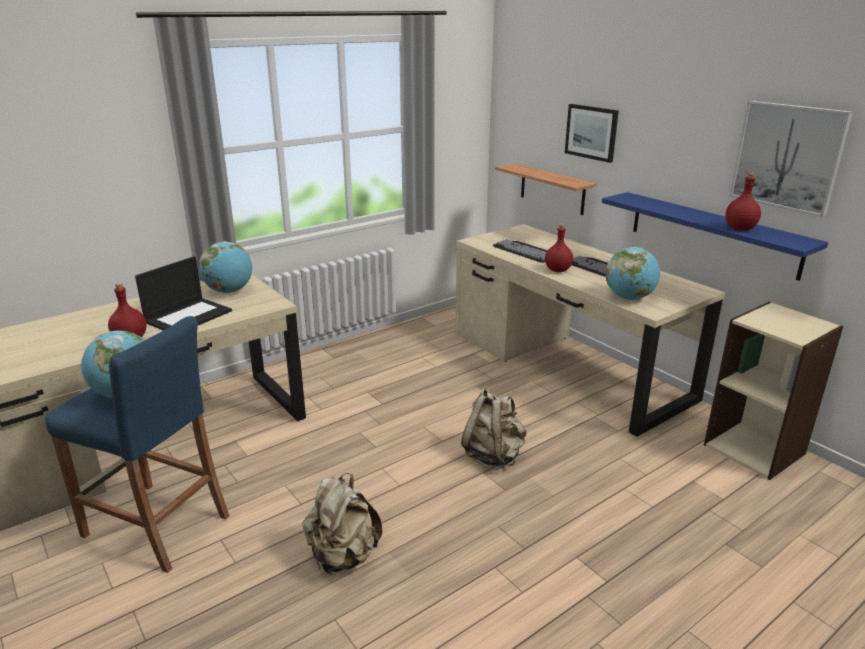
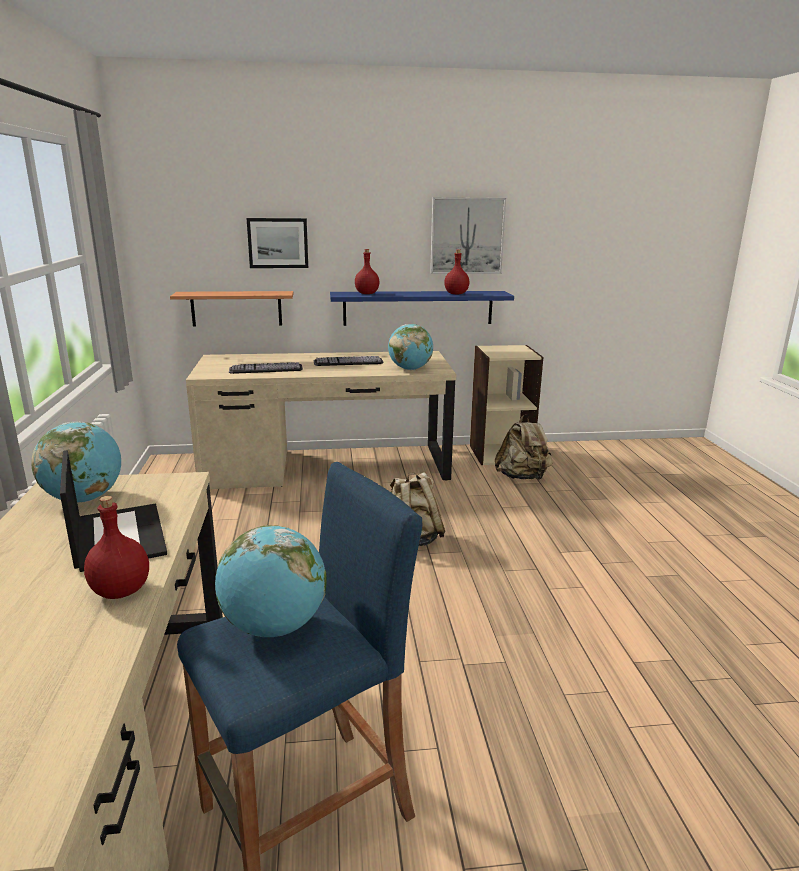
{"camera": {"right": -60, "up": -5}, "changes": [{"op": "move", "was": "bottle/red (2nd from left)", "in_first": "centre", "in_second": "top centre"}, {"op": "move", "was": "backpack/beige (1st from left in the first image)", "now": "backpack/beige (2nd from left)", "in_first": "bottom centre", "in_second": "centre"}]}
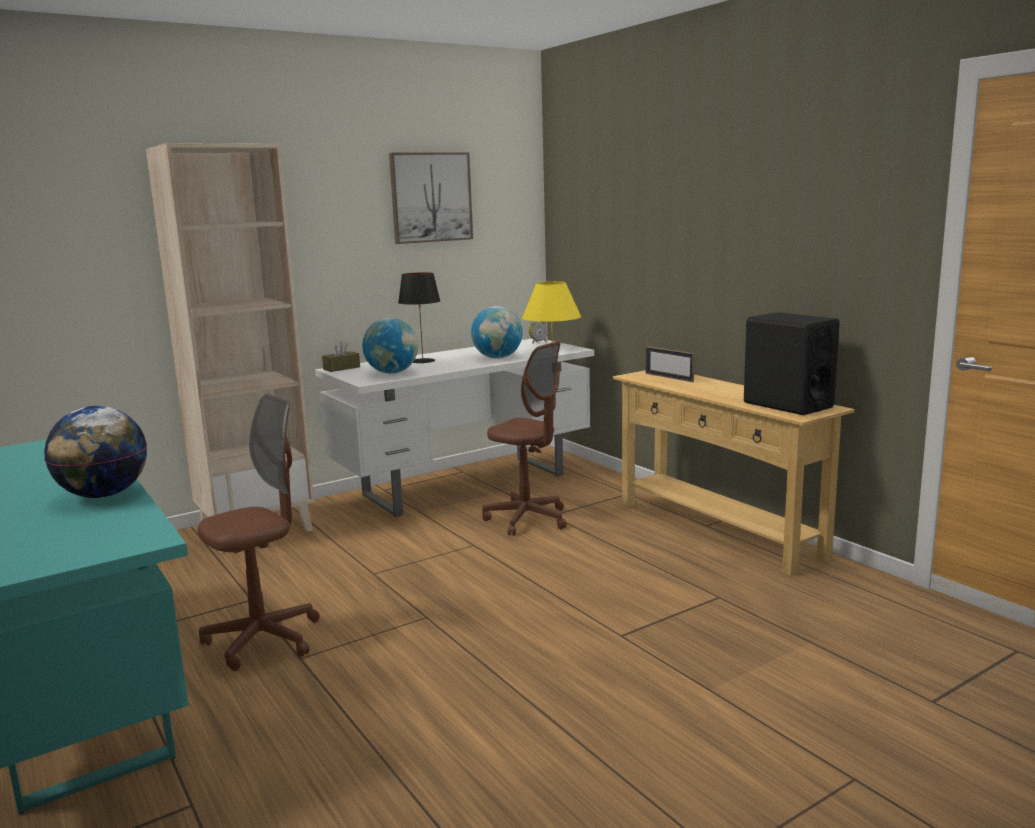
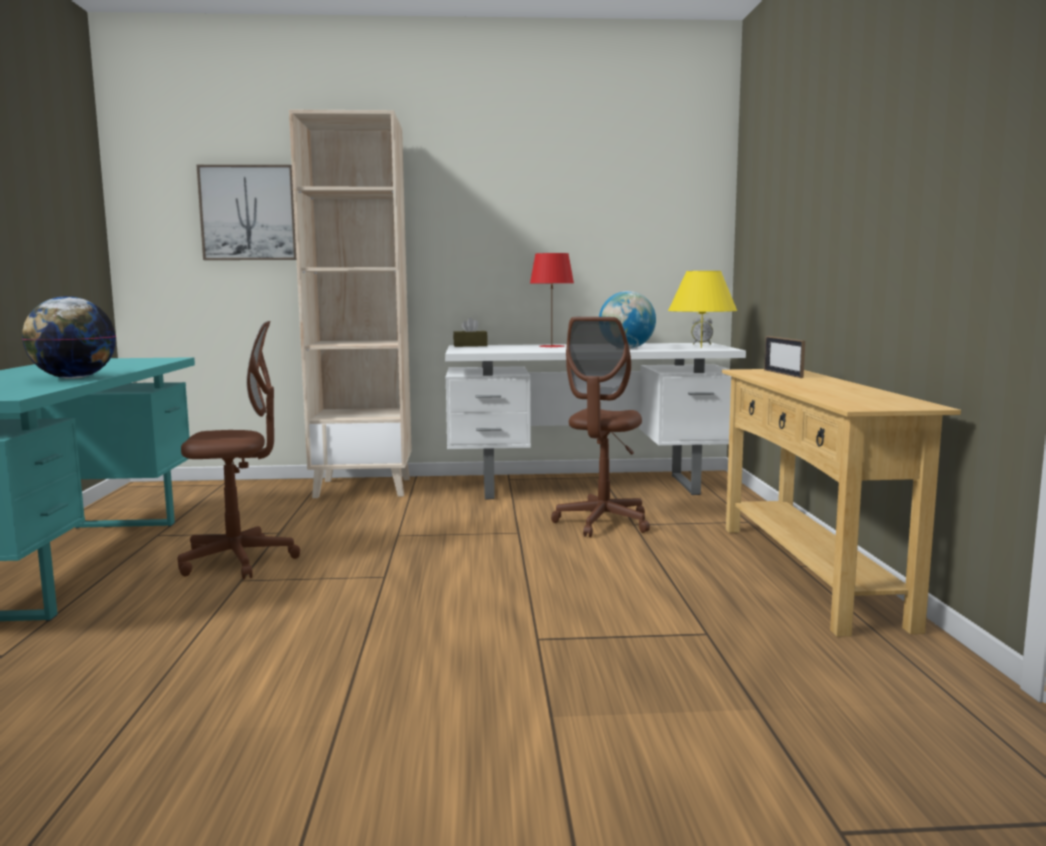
{"camera": {"right": 30, "up": -5}, "changes": [{"op": "move", "was": "picture", "in_first": "top centre", "in_second": "top left"}, {"op": "recolor", "was": "table lamp/black", "now": "table lamp/red", "in_first": "centre", "in_second": "centre"}, {"op": "rotate", "was": "office chair/brown (2nd from left)", "in_first": "centre", "in_second": "centre", "clockwise": 45}, {"op": "delete", "was": "globe (2nd from left)", "in_first": "centre"}, {"op": "delete", "was": "speaker/black", "in_first": "middle right"}]}
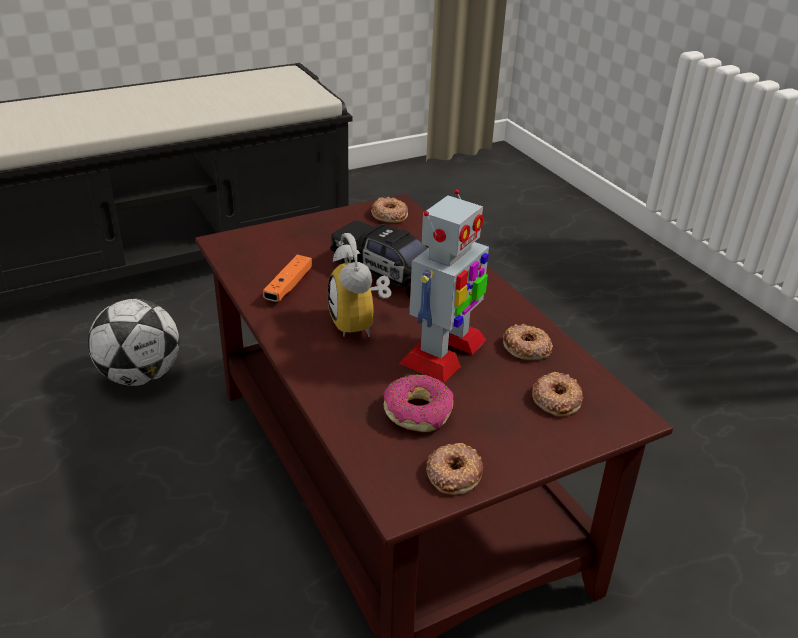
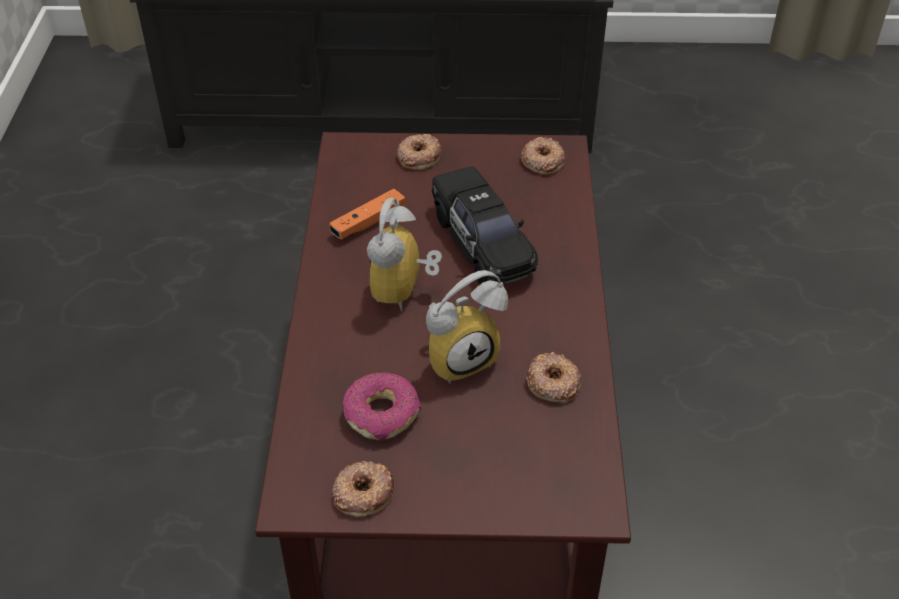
{"camera": {"right": 30, "up": 10}, "changes": [{"op": "move", "was": "donut (5th from left in the first image)", "now": "donut (3rd from left)", "in_first": "middle right", "in_second": "top centre"}, {"op": "replace", "was": "toy robot", "now": "alarm clock (2nd from left)", "in_first": "centre", "in_second": "centre"}, {"op": "delete", "was": "football", "in_first": "middle left"}]}
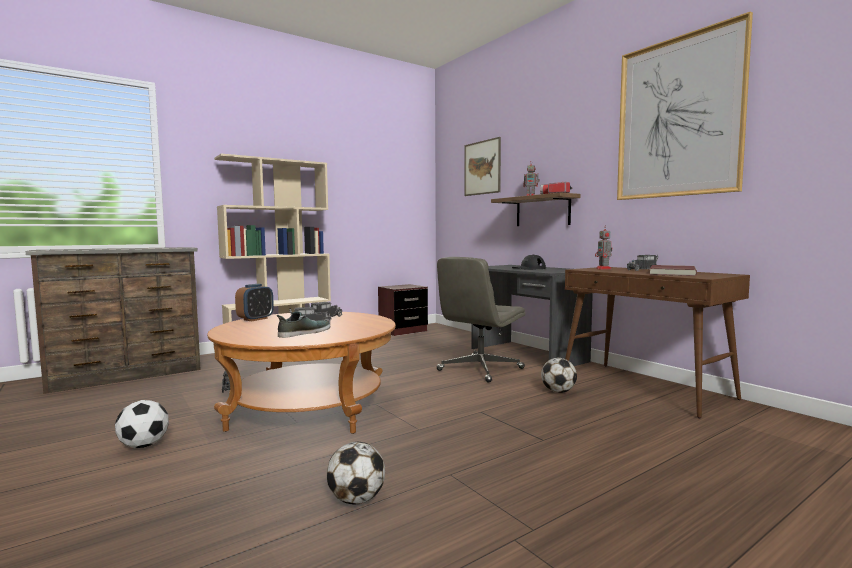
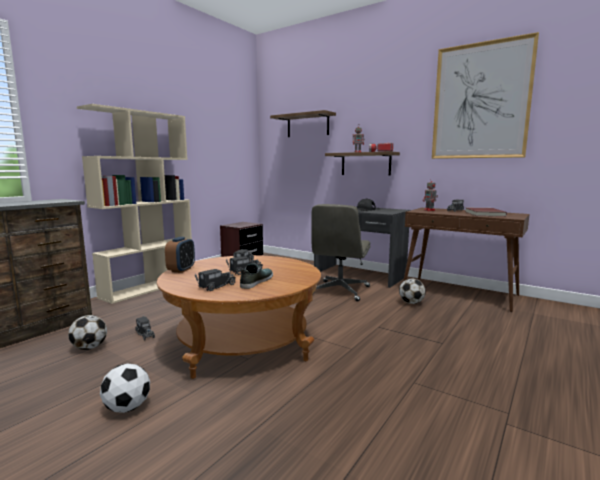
{"camera": {"right": -20, "up": 5}, "changes": [{"op": "move", "was": "football (2nd from left in the first image)", "now": "football (1st from left)", "in_first": "bottom centre", "in_second": "bottom left"}, {"op": "insert", "now": "toy truck (2nd from left)", "in_second": "centre"}, {"op": "replace", "was": "picture (1st from left)", "now": "shelf (1st from left)", "in_first": "top centre", "in_second": "top centre"}]}
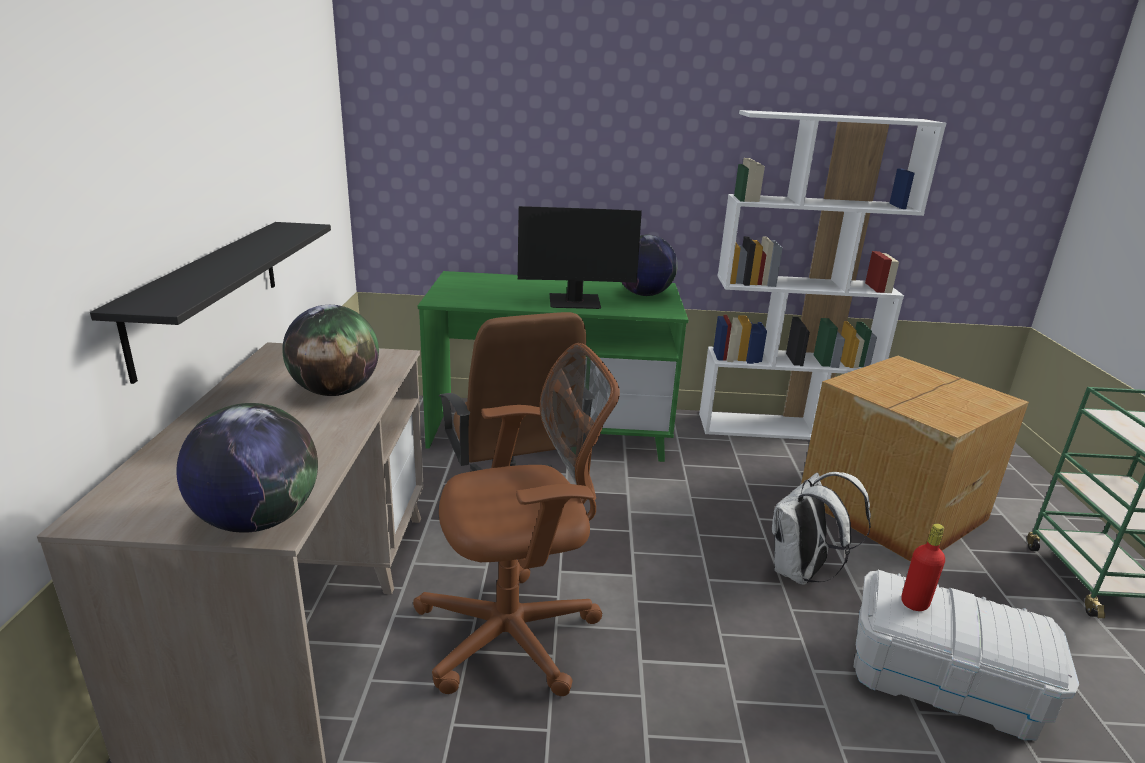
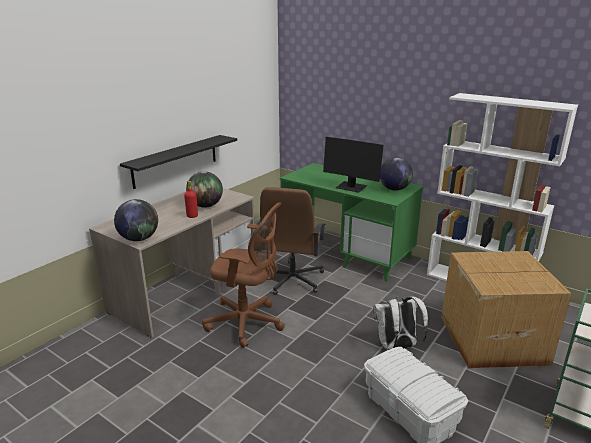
{"camera": {"right": 35, "up": 0}, "changes": [{"op": "move", "was": "bottle/red", "in_first": "bottom right", "in_second": "middle left"}]}
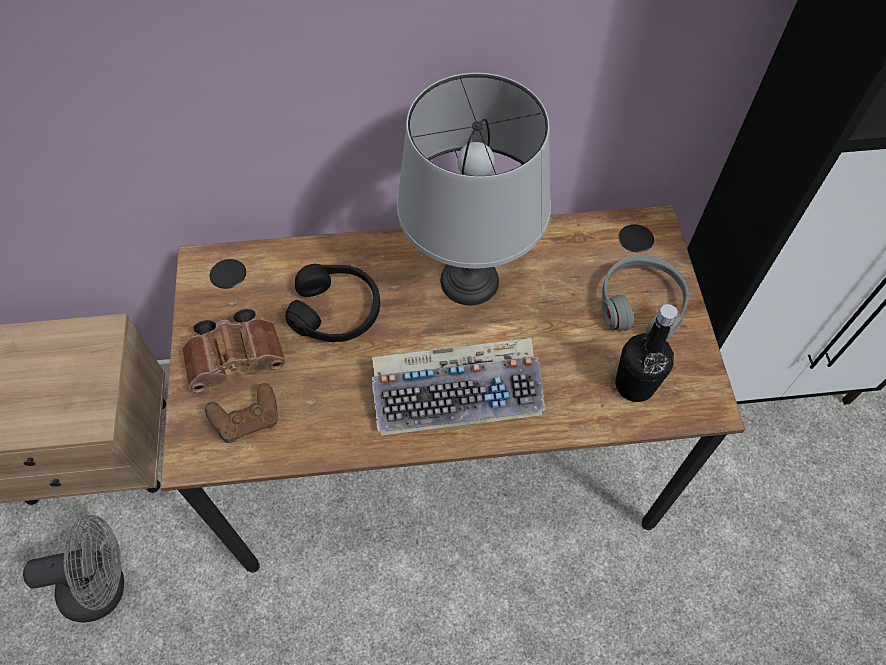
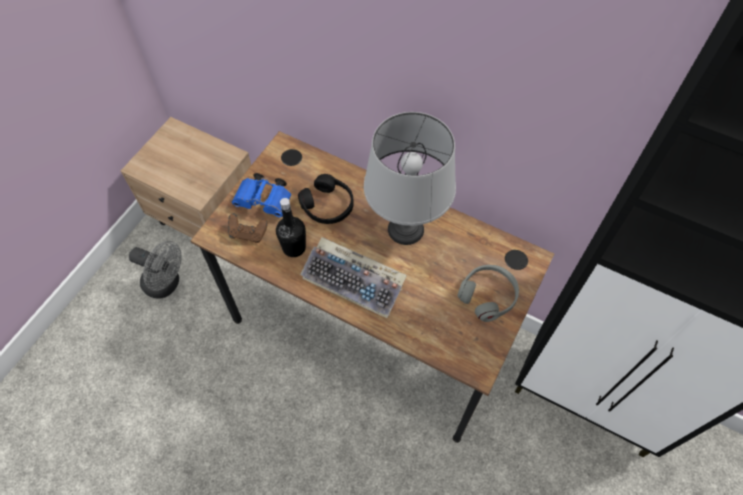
{"camera": {"right": 35, "up": 0}, "changes": [{"op": "recolor", "was": "binoculars/brown", "now": "binoculars/blue", "in_first": "middle left", "in_second": "centre"}, {"op": "move", "was": "bottle/black", "in_first": "middle right", "in_second": "centre"}]}
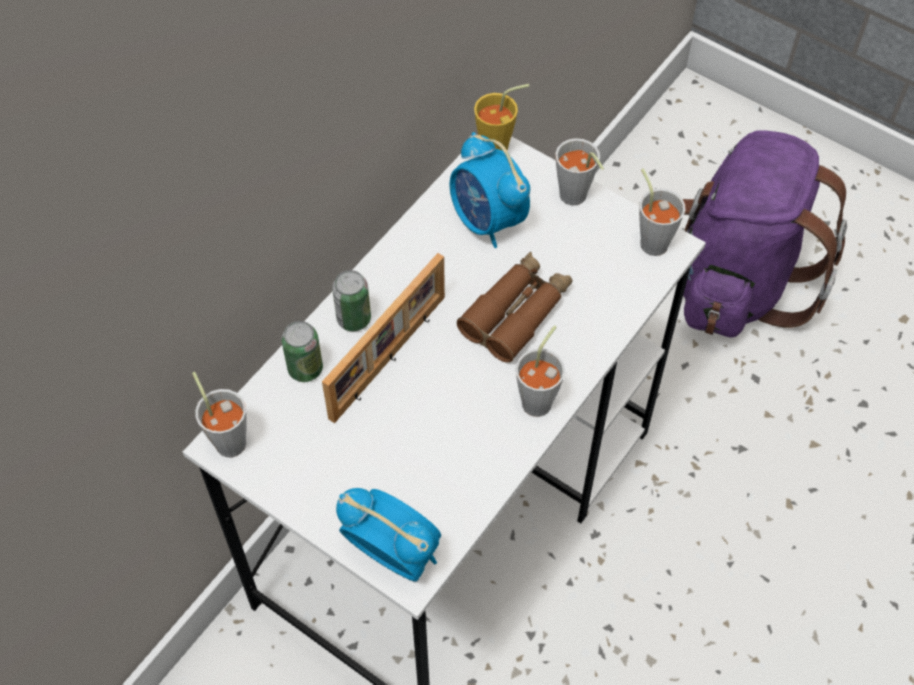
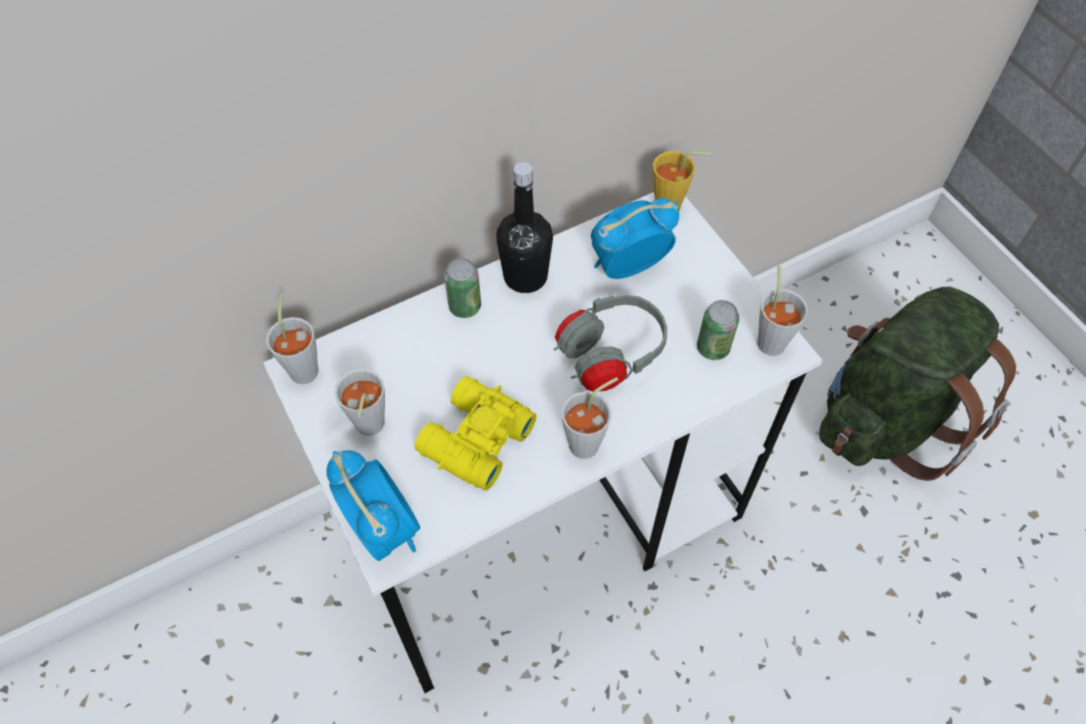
{"camera": {"right": 25, "up": 0}, "changes": [{"op": "move", "was": "cup/grey (3rd from left in the first image)", "now": "cup/grey (2nd from left)", "in_first": "top centre", "in_second": "middle left"}, {"op": "insert", "now": "binoculars/yellow", "in_second": "centre"}, {"op": "insert", "now": "bottle/black", "in_second": "top centre"}, {"op": "replace", "was": "binoculars/brown", "now": "headphones/grey", "in_first": "centre", "in_second": "centre"}, {"op": "rotate", "was": "alarm clock (2nd from left)", "in_first": "top centre", "in_second": "top centre", "clockwise": 75}, {"op": "move", "was": "can (1st from left in the first image)", "now": "can (2nd from left)", "in_first": "middle left", "in_second": "centre"}, {"op": "recolor", "was": "backpack/purple", "now": "backpack/green", "in_first": "middle right", "in_second": "middle right"}, {"op": "delete", "was": "picture frame", "in_first": "centre"}]}
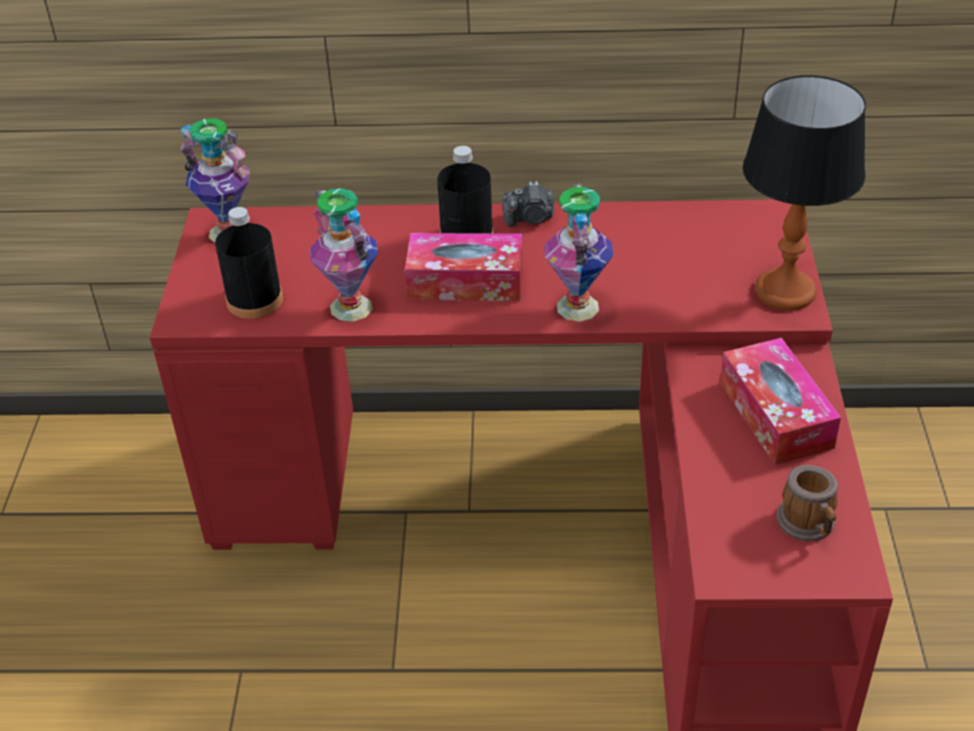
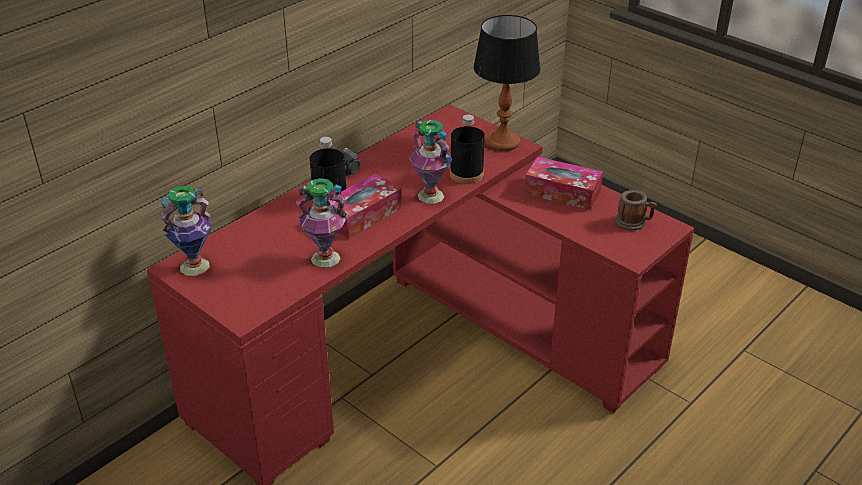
{"camera": {"right": -50, "up": -5}, "changes": [{"op": "move", "was": "bottle/black (1st from left in the first image)", "now": "bottle/black (2nd from left)", "in_first": "middle left", "in_second": "top centre"}]}
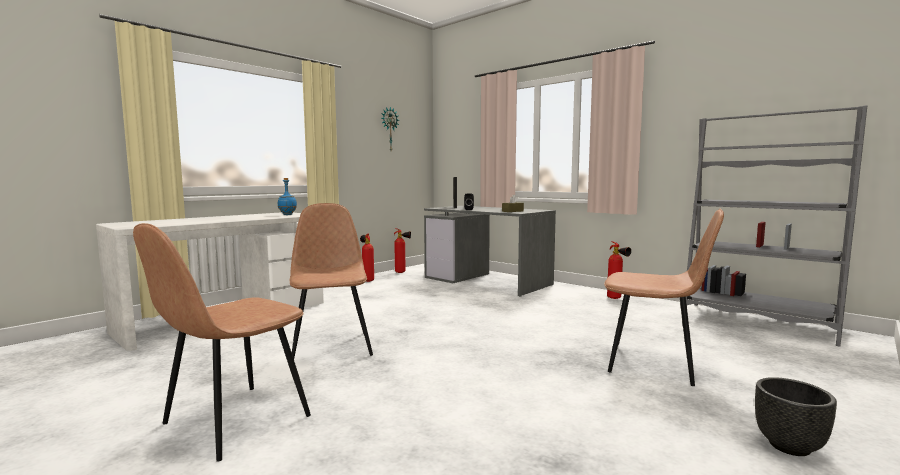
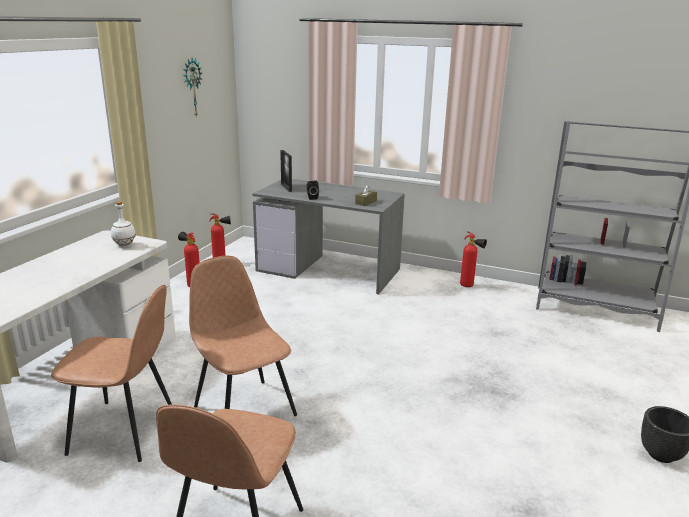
{"camera": {"right": -20, "up": 15}, "changes": [{"op": "move", "was": "chair/brown (3rd from left in the first image)", "now": "chair/brown (1st from left)", "in_first": "middle right", "in_second": "bottom left"}, {"op": "recolor", "was": "bottle/blue", "now": "bottle/white", "in_first": "middle left", "in_second": "middle left"}]}
